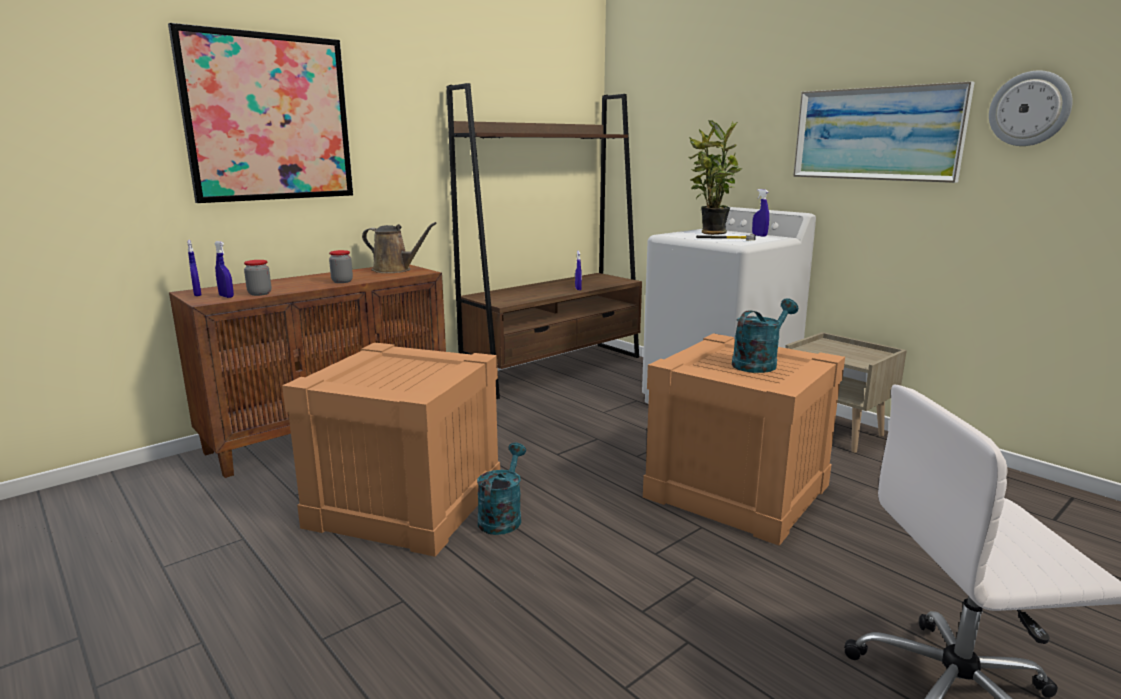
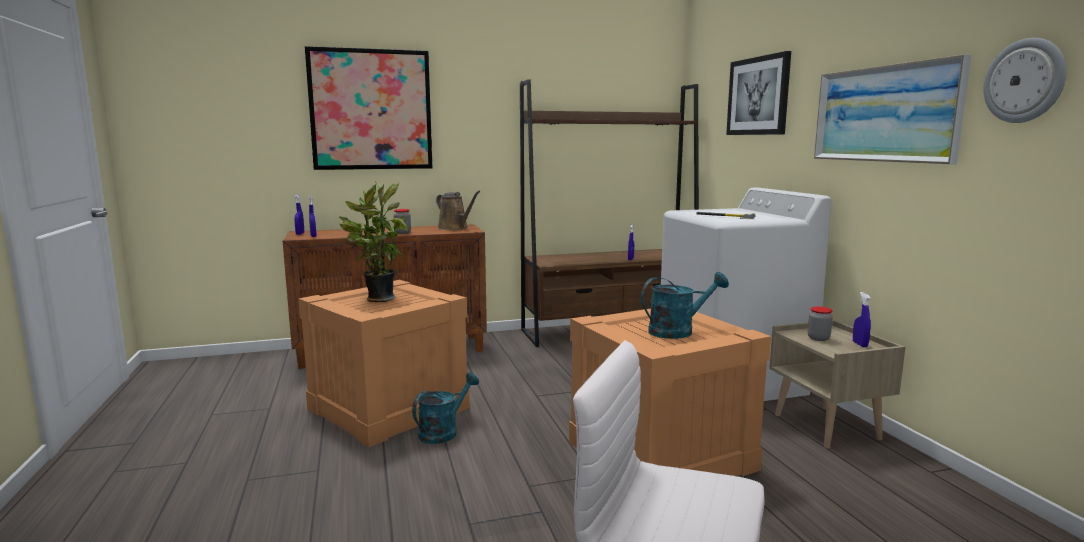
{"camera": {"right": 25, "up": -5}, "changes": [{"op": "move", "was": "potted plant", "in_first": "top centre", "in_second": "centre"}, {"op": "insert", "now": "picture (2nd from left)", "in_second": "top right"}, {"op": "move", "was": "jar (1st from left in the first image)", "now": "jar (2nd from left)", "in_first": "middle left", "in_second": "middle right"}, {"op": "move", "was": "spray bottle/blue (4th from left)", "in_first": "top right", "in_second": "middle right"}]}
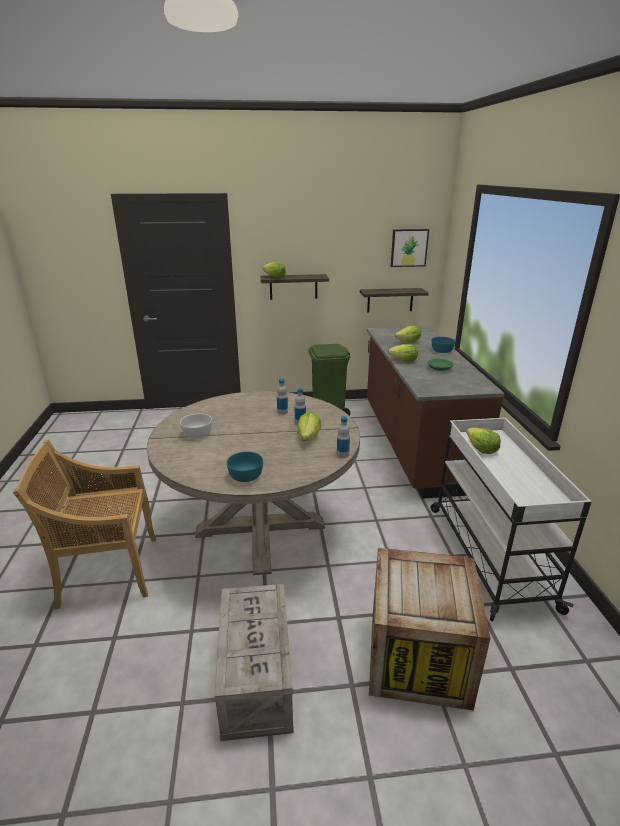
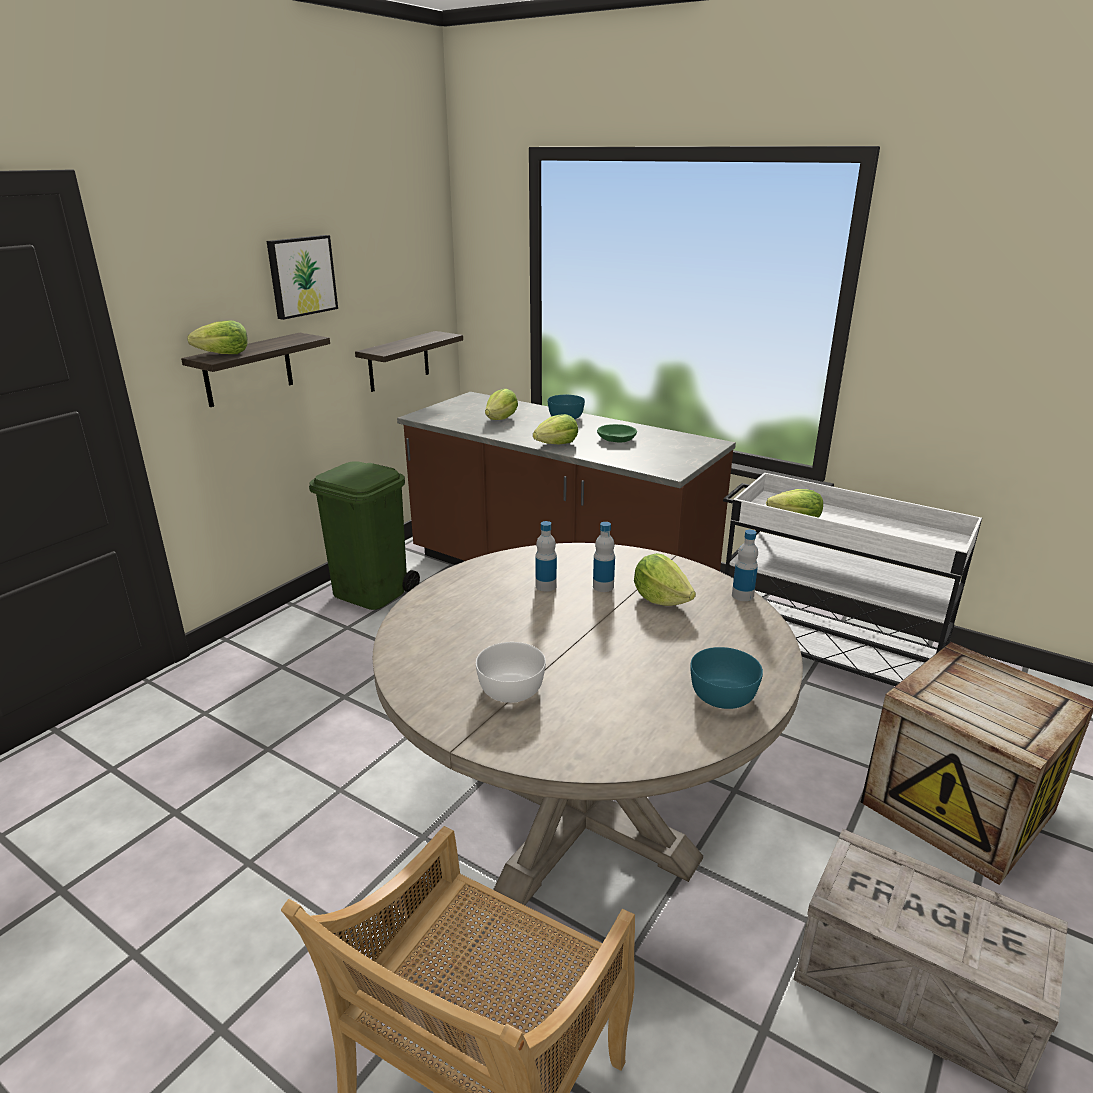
{"camera": {"right": -50, "up": 0}, "changes": [{"op": "move", "was": "picture", "in_first": "top centre", "in_second": "top left"}]}
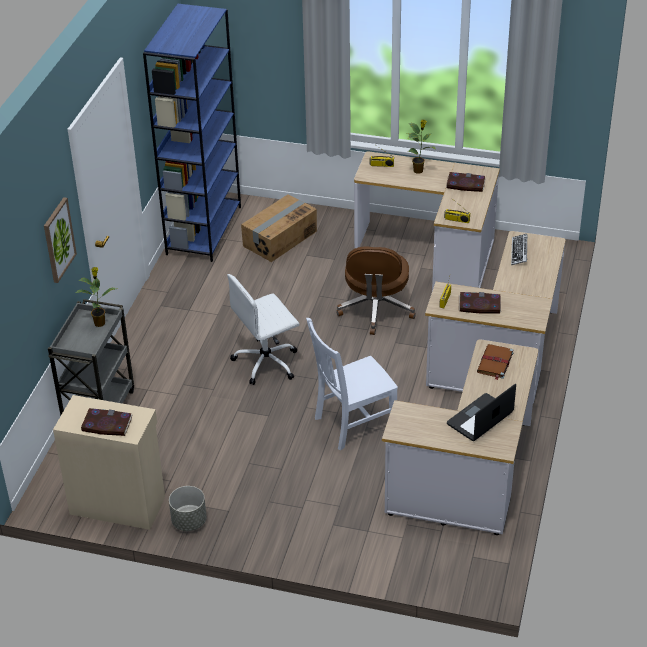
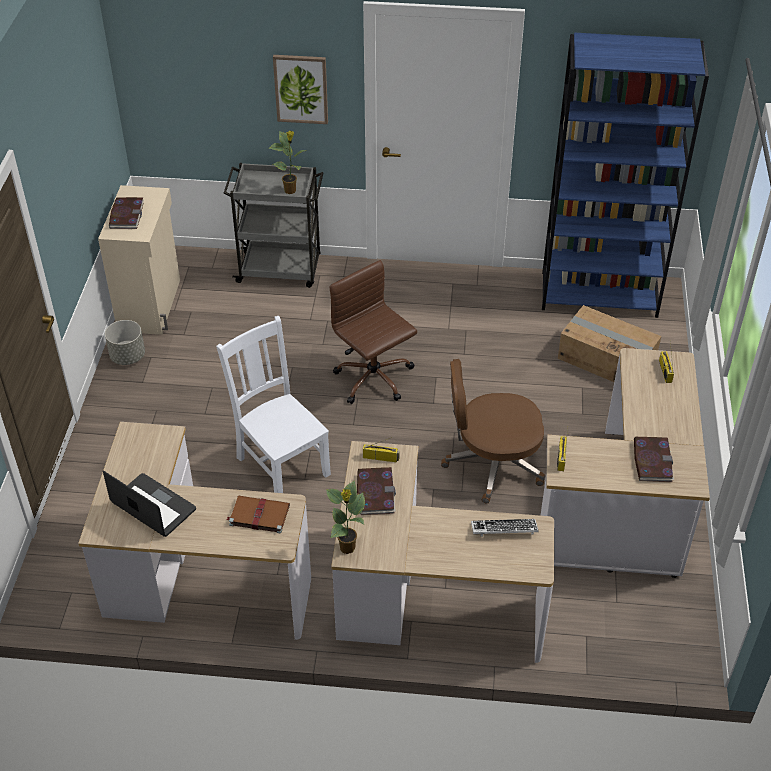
{"camera": {"right": 80, "up": 5}, "changes": [{"op": "move", "was": "potted plant (2nd from left)", "in_first": "top centre", "in_second": "bottom centre"}, {"op": "recolor", "was": "office chair/white", "now": "office chair/brown (1st from left)", "in_first": "centre", "in_second": "centre"}]}
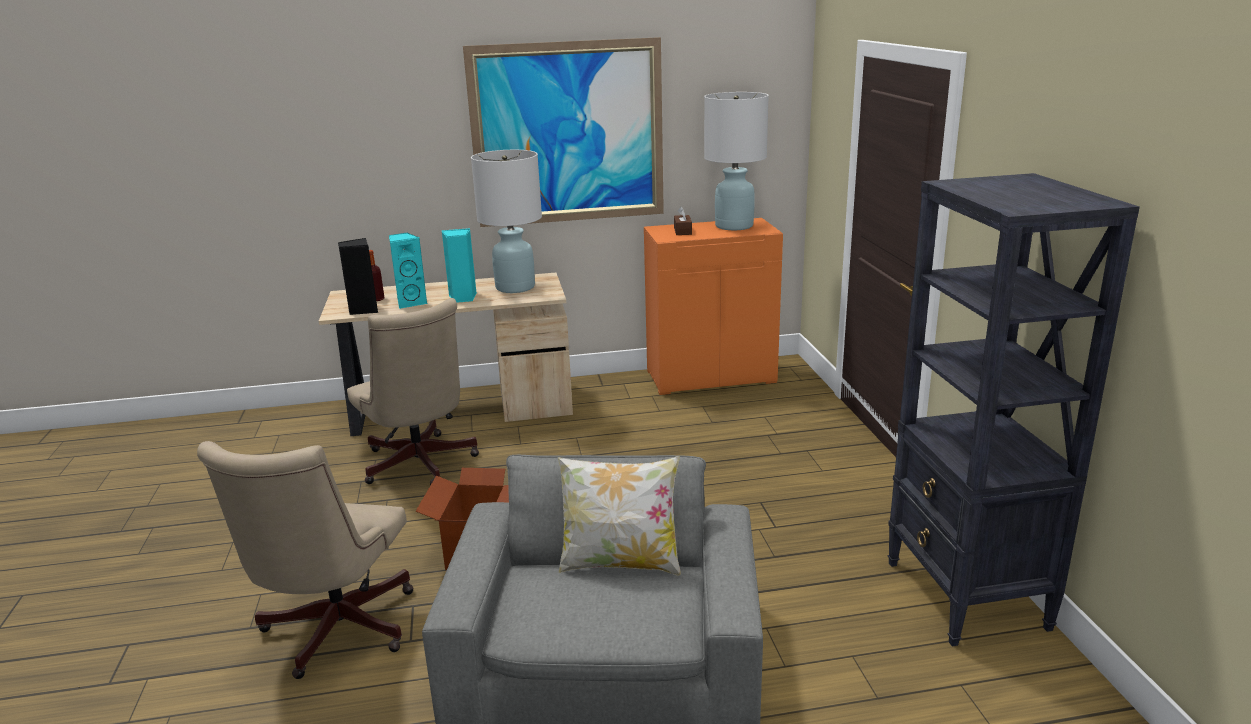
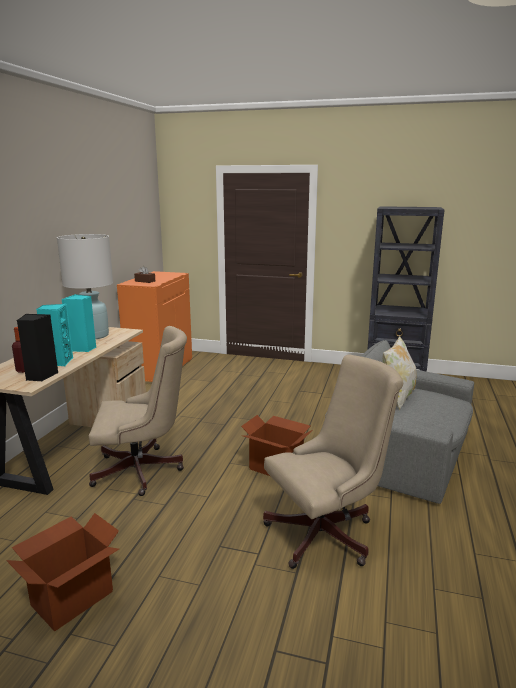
{"camera": {"right": -65, "up": -5}, "changes": [{"op": "insert", "now": "cardboard box (1st from left)", "in_second": "bottom left"}, {"op": "rotate", "was": "office chair/beige (1st from left in the first image)", "in_first": "bottom left", "in_second": "bottom centre", "clockwise": -60}, {"op": "delete", "was": "picture", "in_first": "top centre"}, {"op": "delete", "was": "table lamp/white (2nd from left)", "in_first": "top centre"}]}
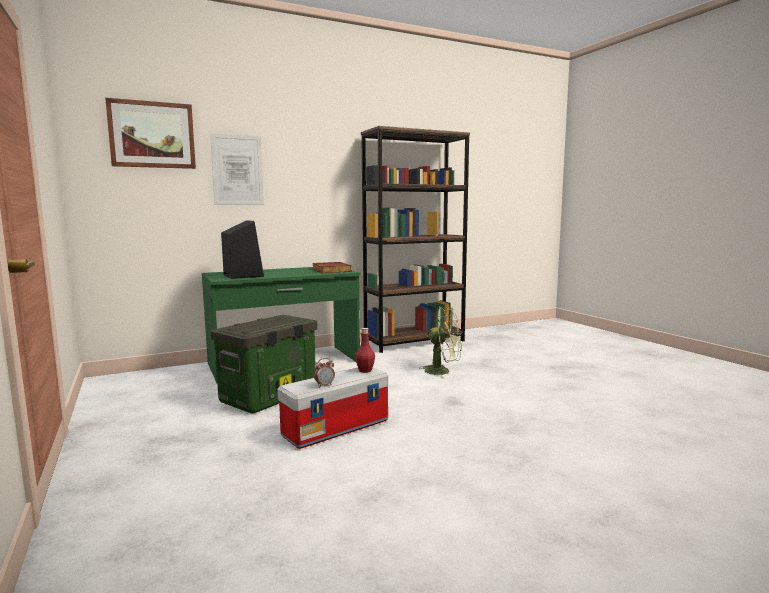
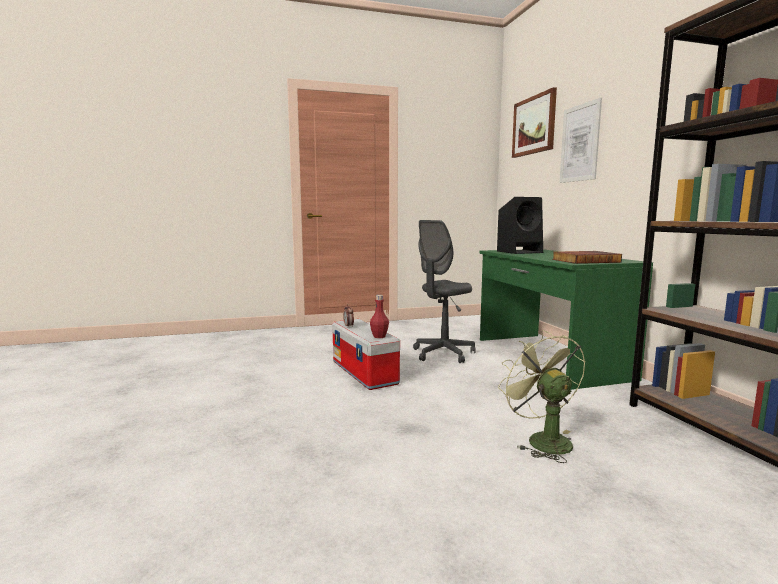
{"camera": {"right": 100, "up": 0}, "changes": [{"op": "replace", "was": "storage box (1st from left)", "now": "office chair/grey", "in_first": "centre", "in_second": "centre"}, {"op": "rotate", "was": "fan/green", "in_first": "centre", "in_second": "bottom right", "clockwise": 135}]}
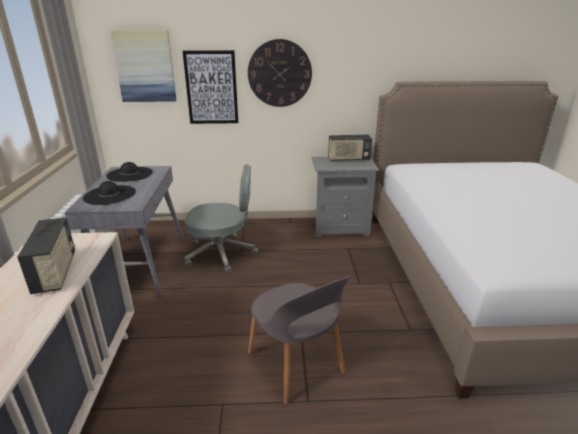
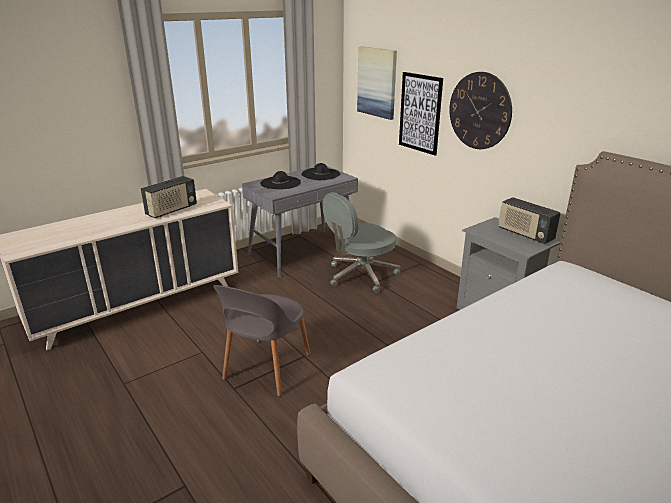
{"camera": {"right": 55, "up": 0}, "changes": [{"op": "rotate", "was": "office chair/grey", "in_first": "centre", "in_second": "centre", "clockwise": 90}]}
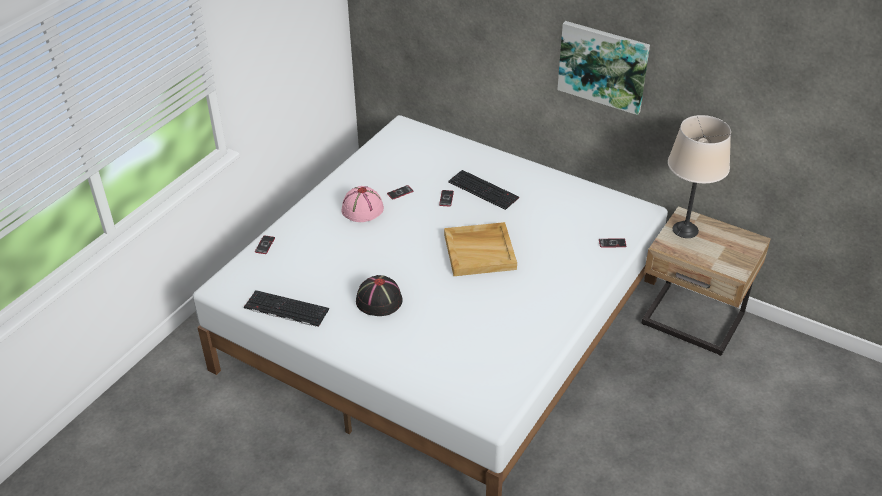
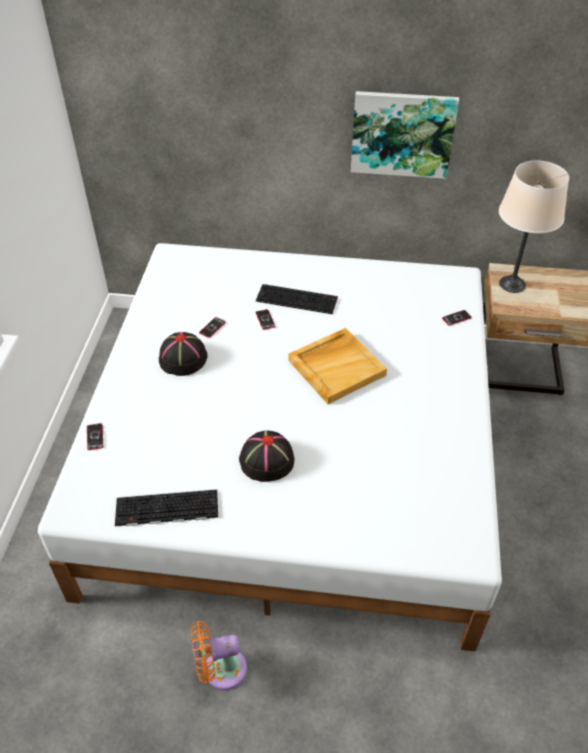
{"camera": {"right": -25, "up": 5}, "changes": [{"op": "recolor", "was": "hat/pink", "now": "hat/black (1st from left)", "in_first": "centre", "in_second": "middle left"}, {"op": "insert", "now": "fan/orange", "in_second": "bottom centre"}]}
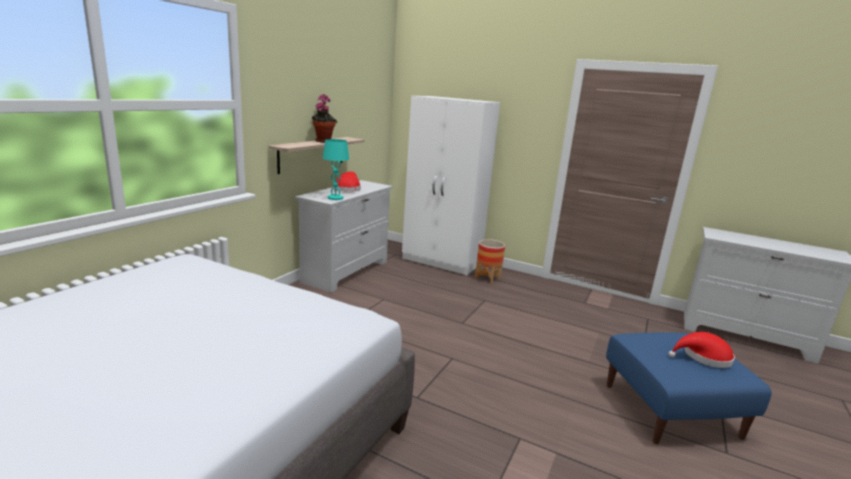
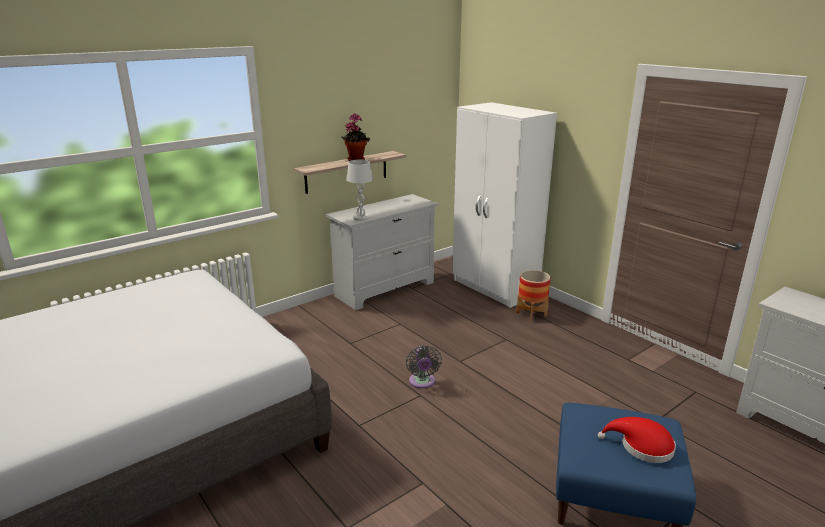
{"camera": {"right": 25, "up": 5}, "changes": [{"op": "recolor", "was": "table lamp/turquoise", "now": "table lamp/white", "in_first": "centre", "in_second": "centre"}, {"op": "insert", "now": "fan/grey", "in_second": "bottom centre"}, {"op": "delete", "was": "hat/red (1st from left)", "in_first": "centre"}]}
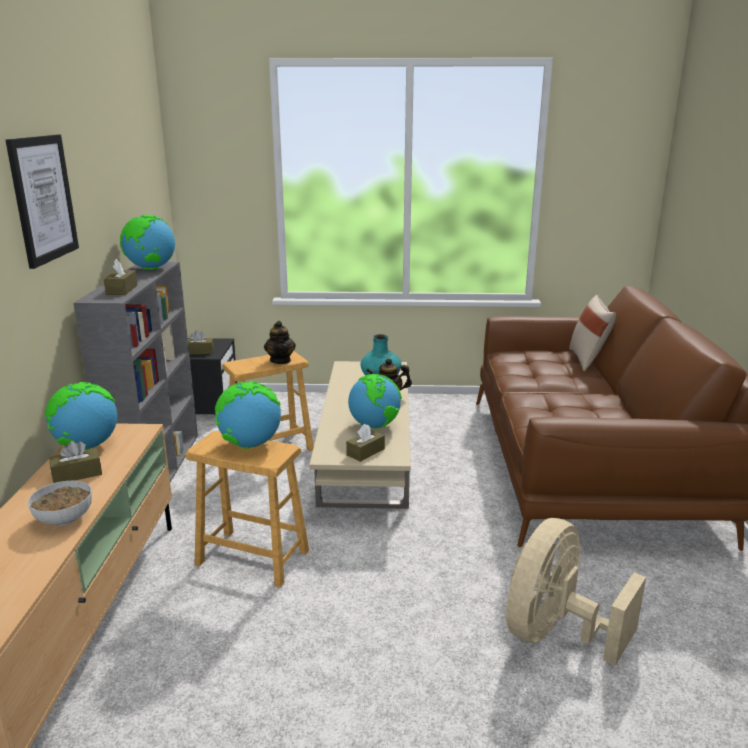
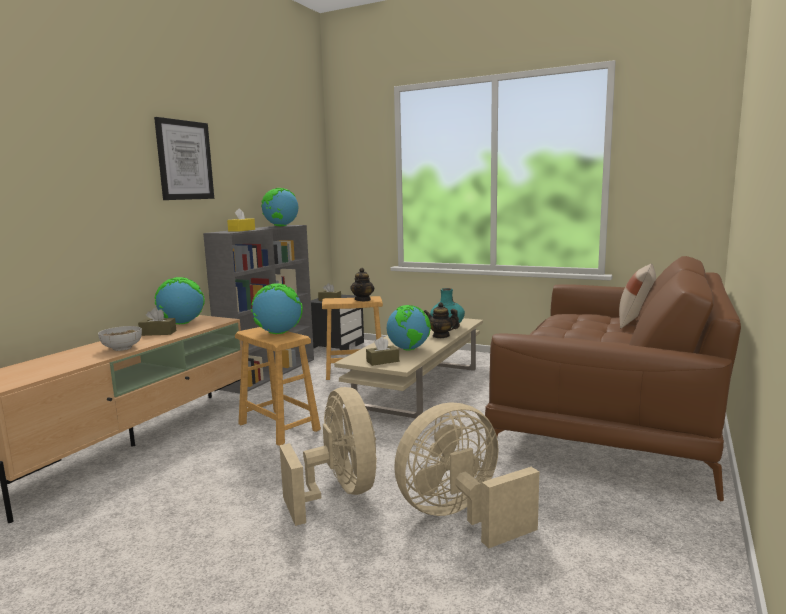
{"camera": {"right": 25, "up": -10}, "changes": [{"op": "recolor", "was": "tissue box/brown (2nd from left)", "now": "tissue box/yellow", "in_first": "middle left", "in_second": "middle left"}, {"op": "insert", "now": "fan/beige (1st from left)", "in_second": "bottom centre"}]}
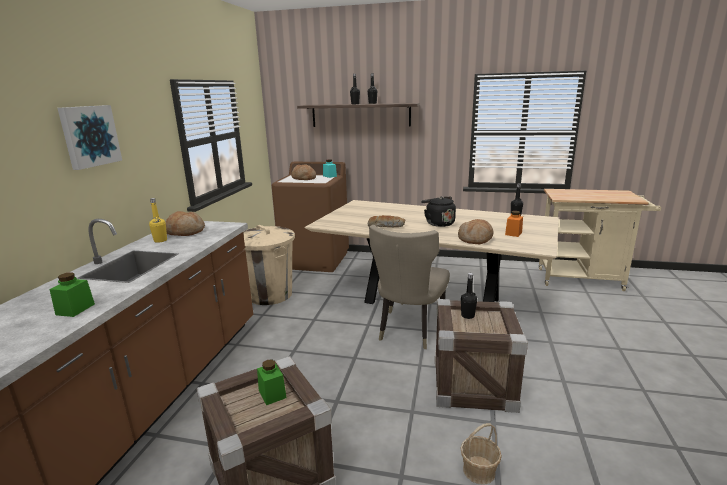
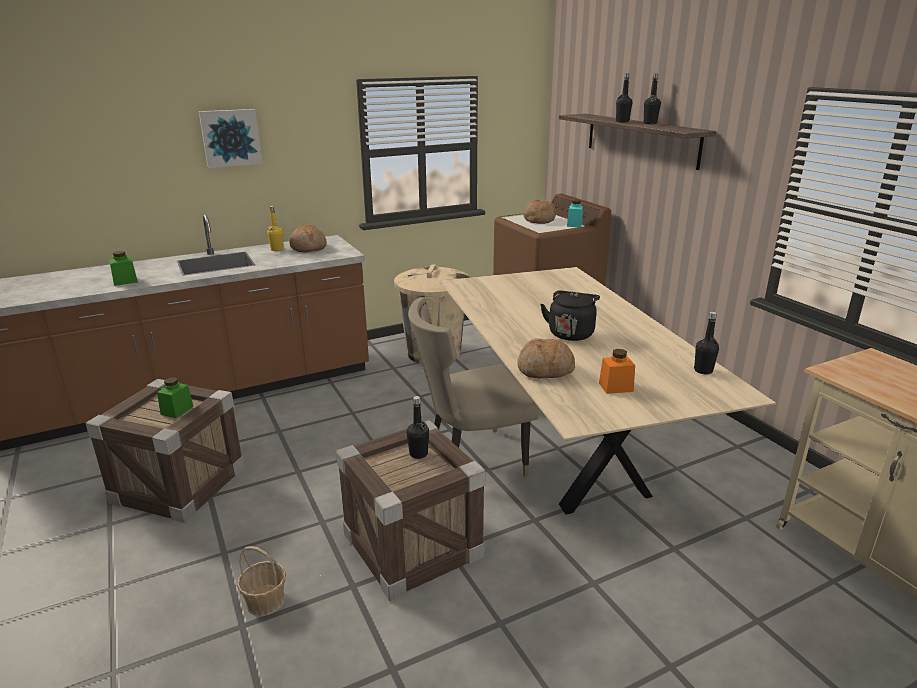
{"camera": {"right": 50, "up": 5}, "changes": [{"op": "delete", "was": "bread (3rd from left)", "in_first": "centre"}]}
